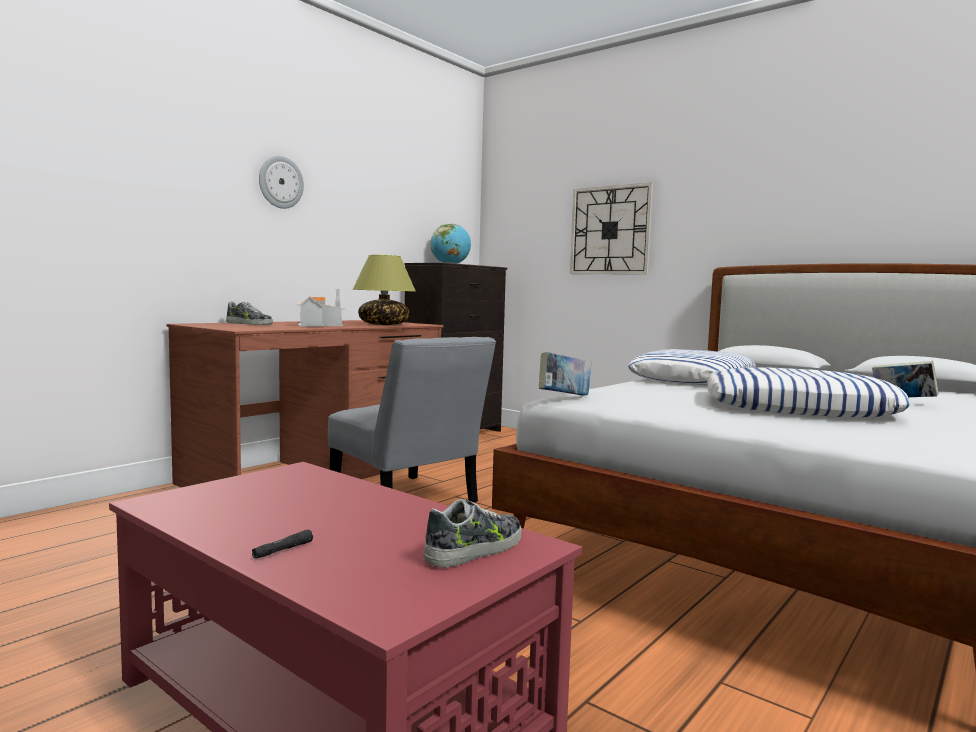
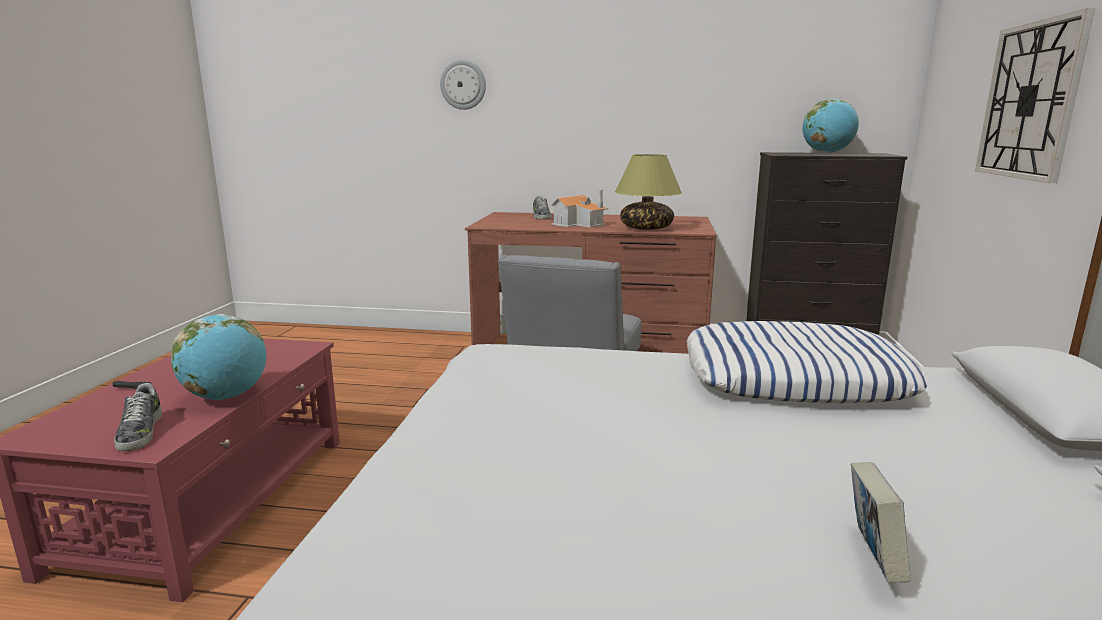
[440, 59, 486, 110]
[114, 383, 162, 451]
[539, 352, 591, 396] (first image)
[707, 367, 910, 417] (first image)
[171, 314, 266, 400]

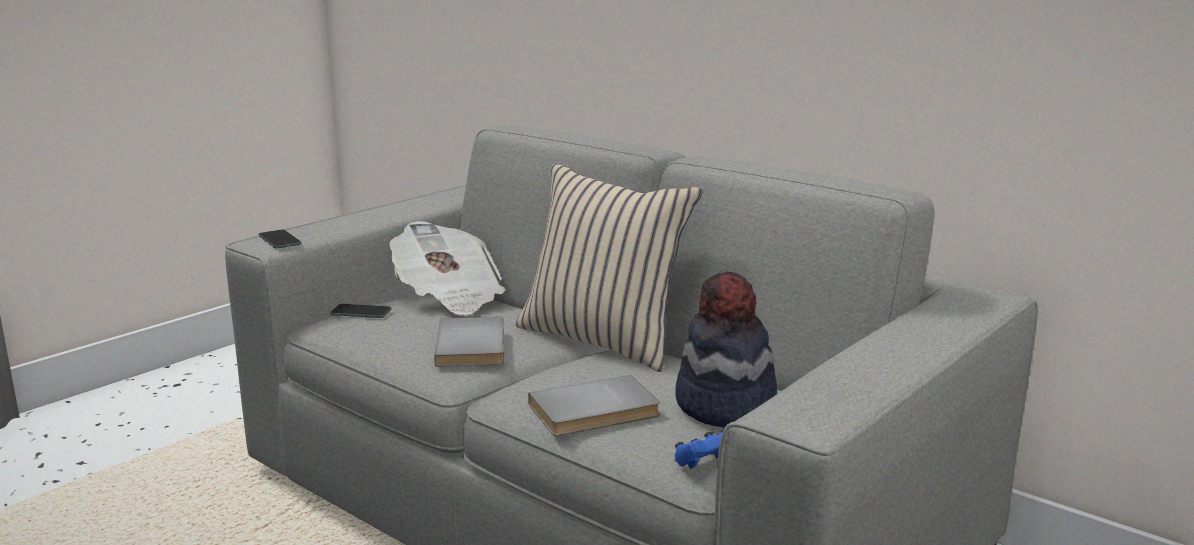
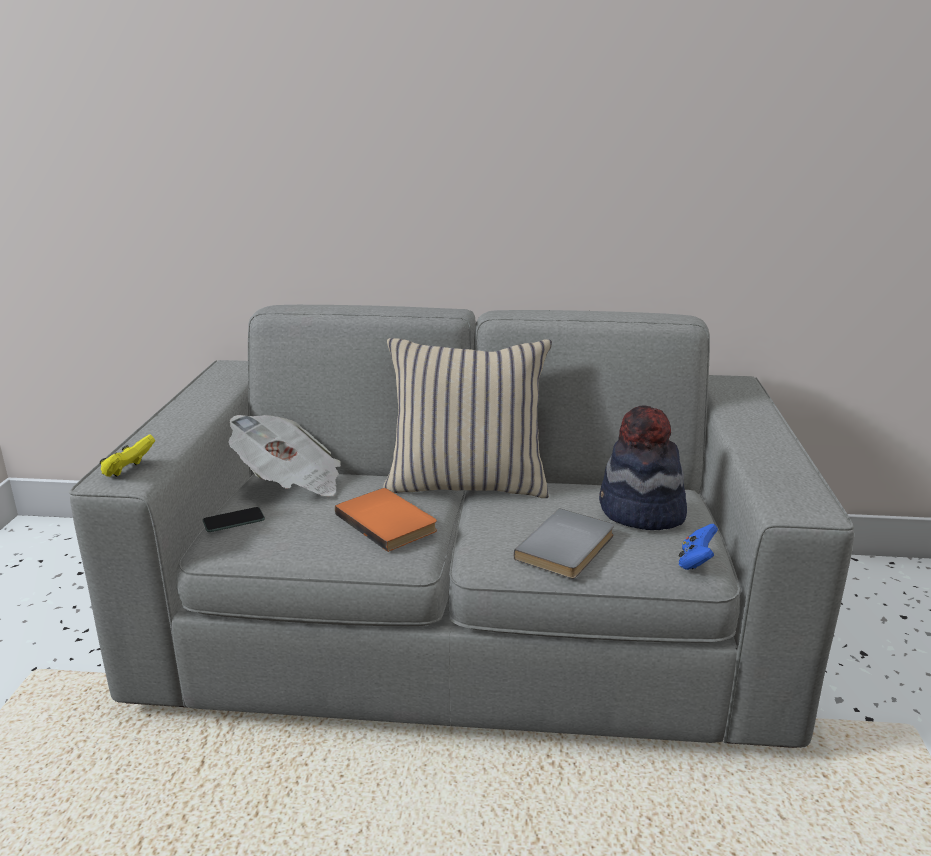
[100, 434, 155, 477]
[335, 488, 437, 552]

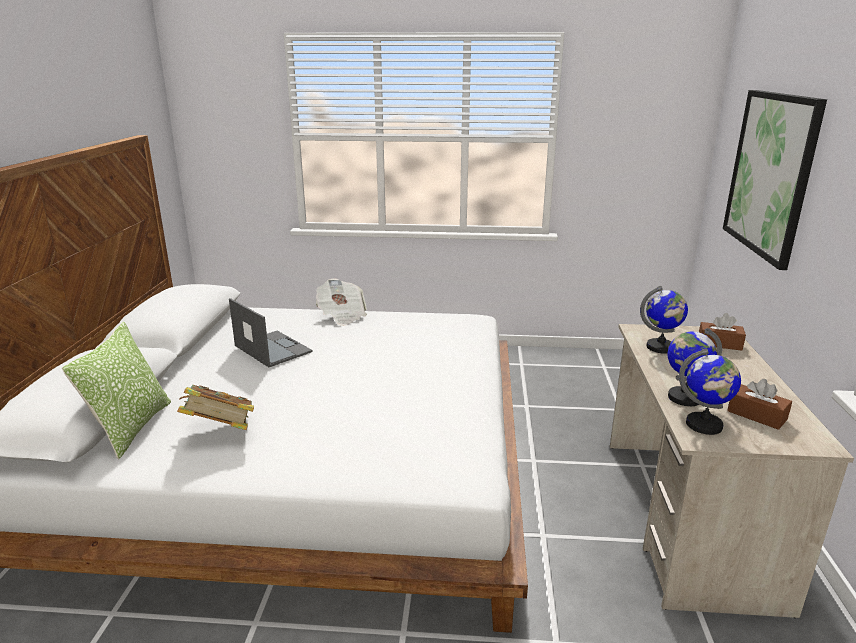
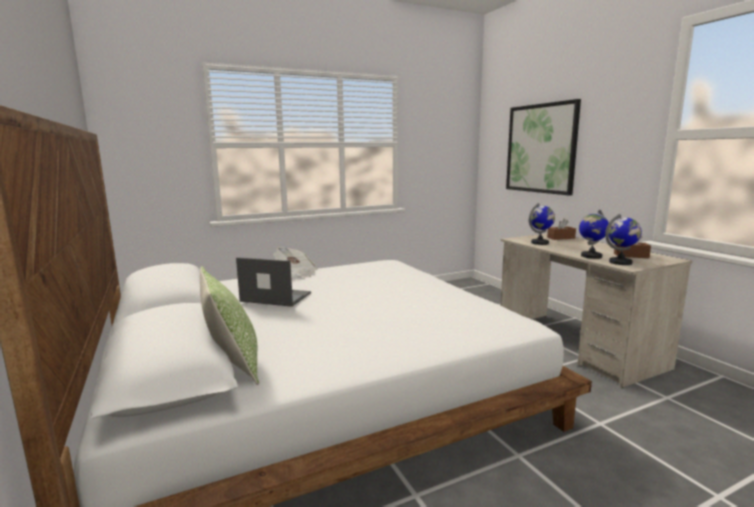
[177, 385, 254, 430] (first image)

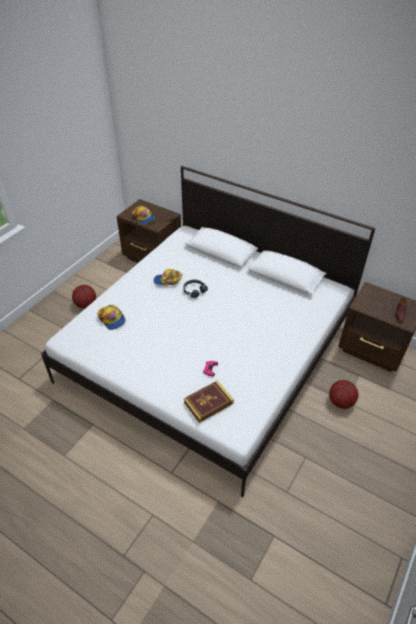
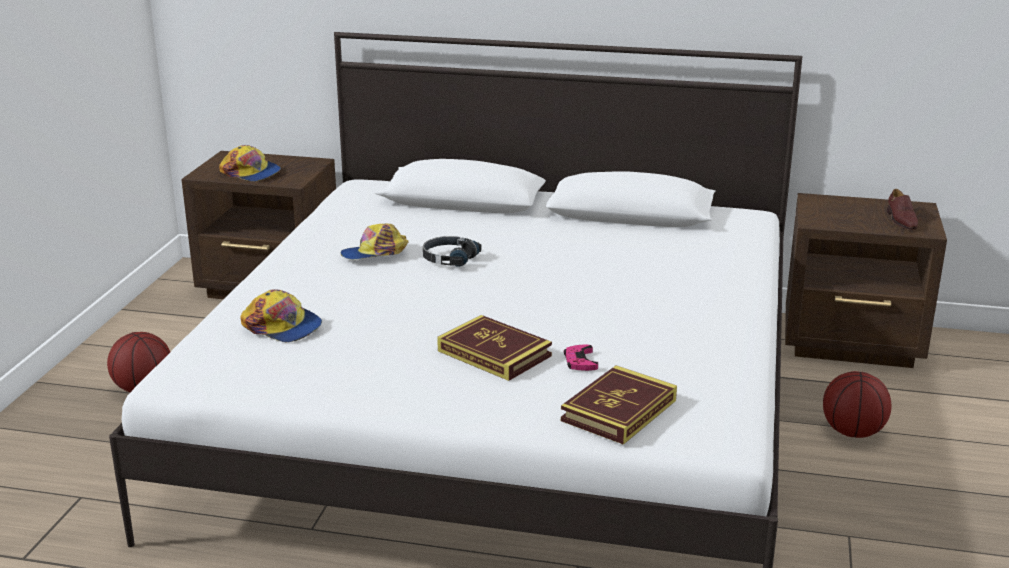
[437, 315, 552, 381]

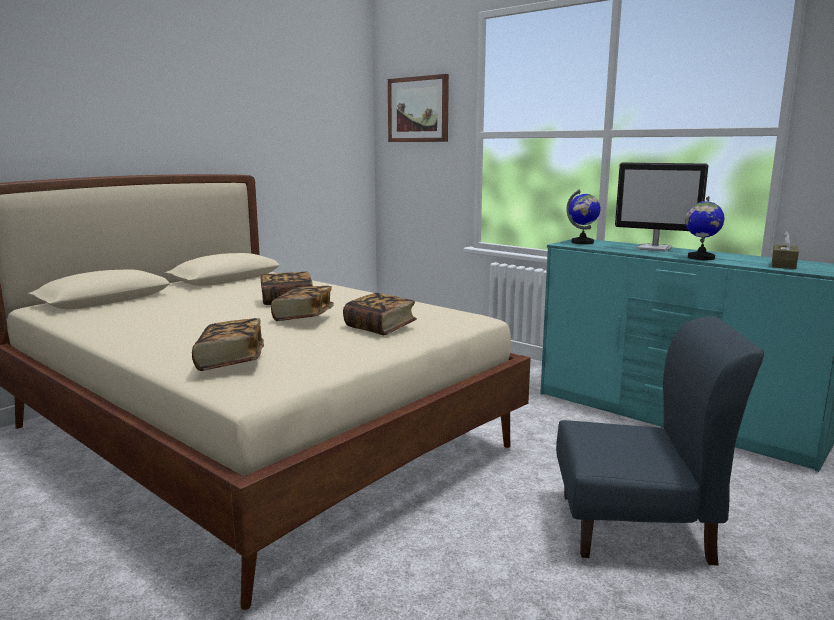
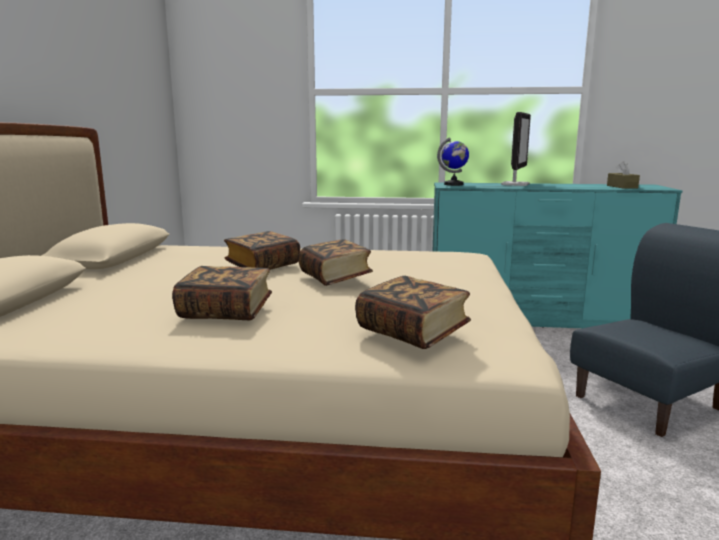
[172, 266, 272, 320]
[388, 74, 449, 142] (first image)
[501, 112, 531, 186]
[685, 196, 724, 260] (first image)

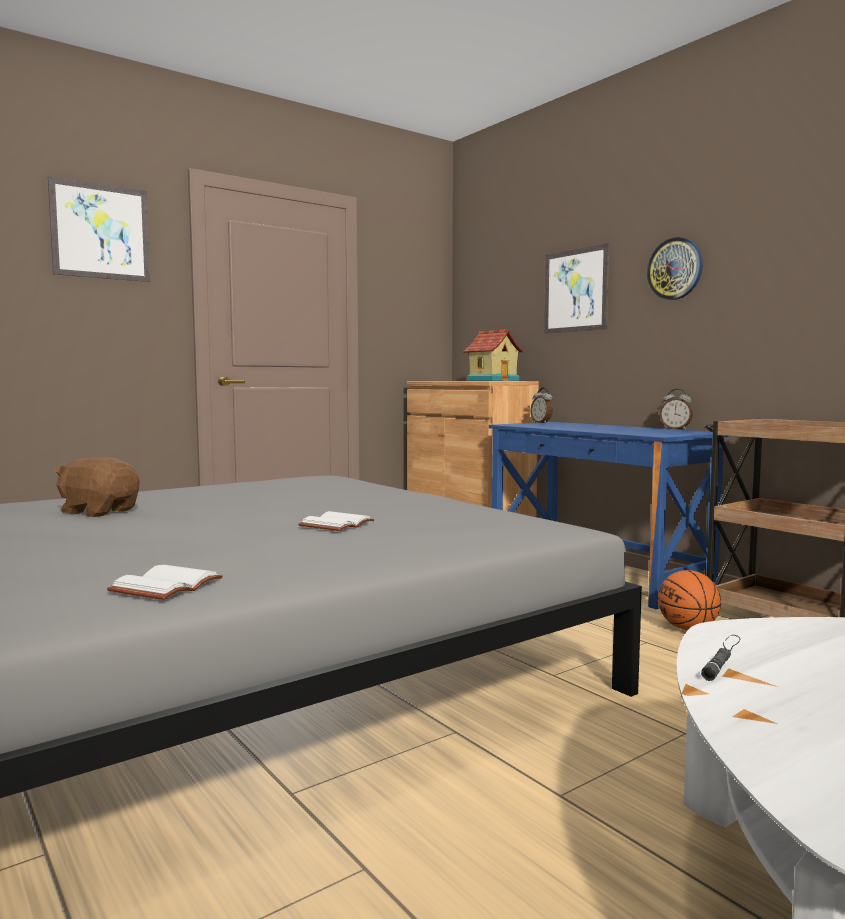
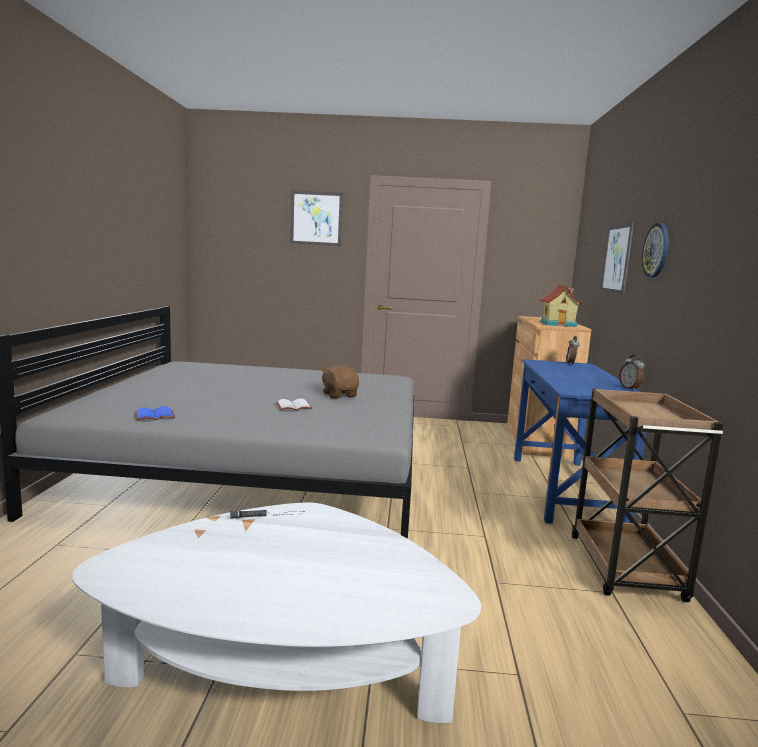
[321, 365, 359, 398]
[135, 406, 175, 420]
[658, 570, 721, 630] (first image)

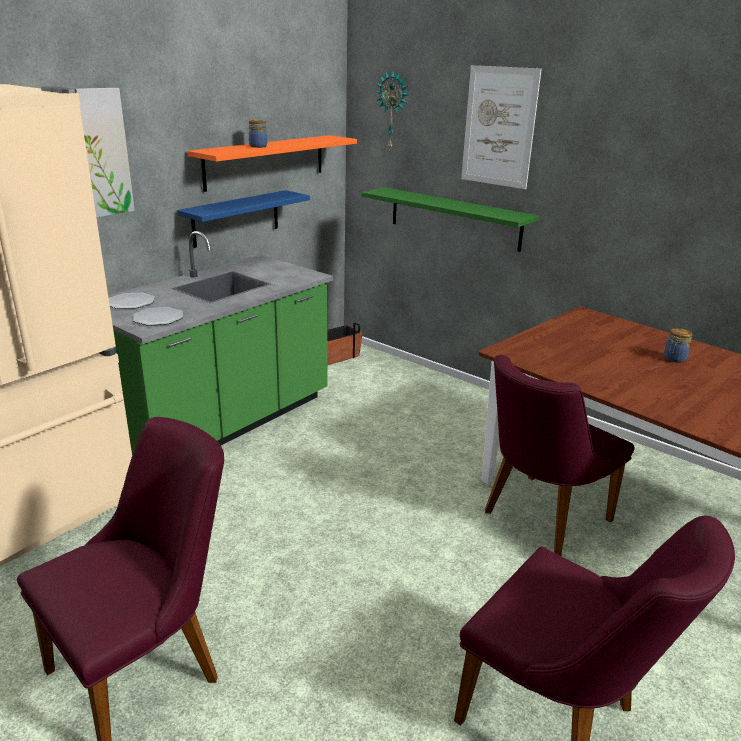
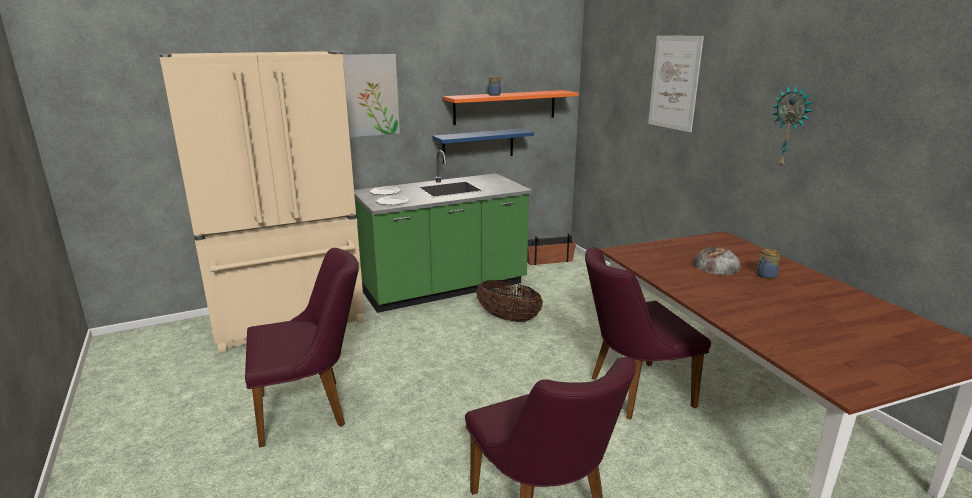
[361, 187, 539, 252] (first image)
[772, 84, 813, 168]
[476, 280, 543, 322]
[693, 246, 741, 275]

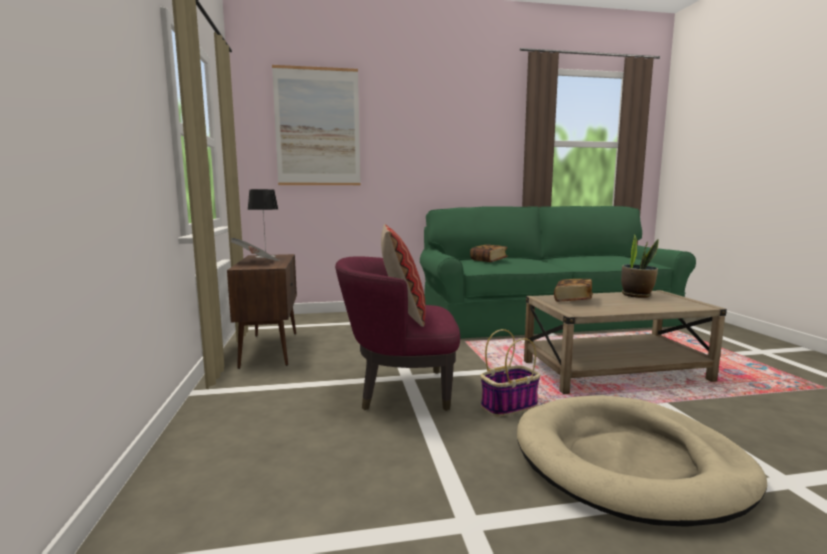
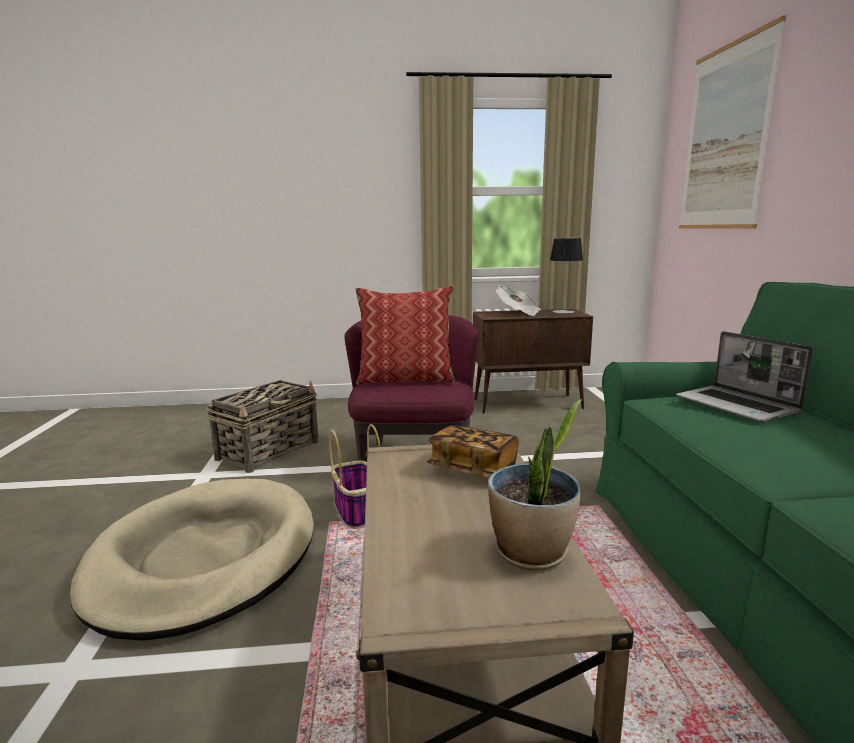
[676, 331, 814, 422]
[207, 380, 319, 473]

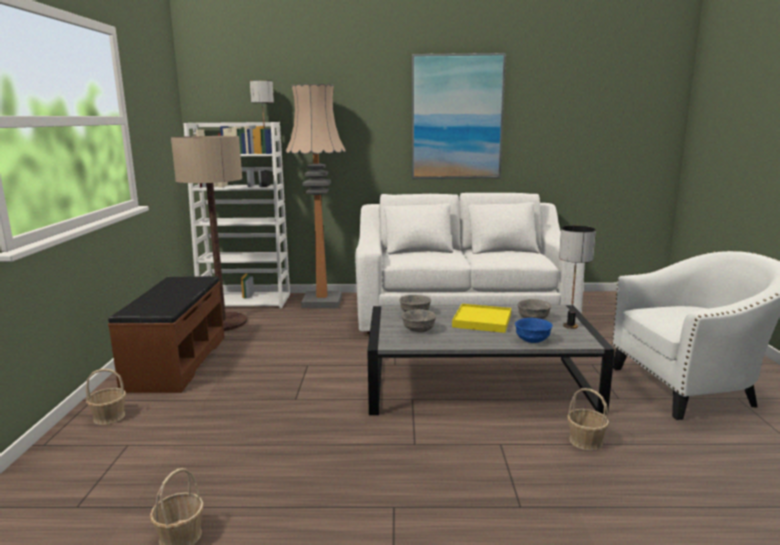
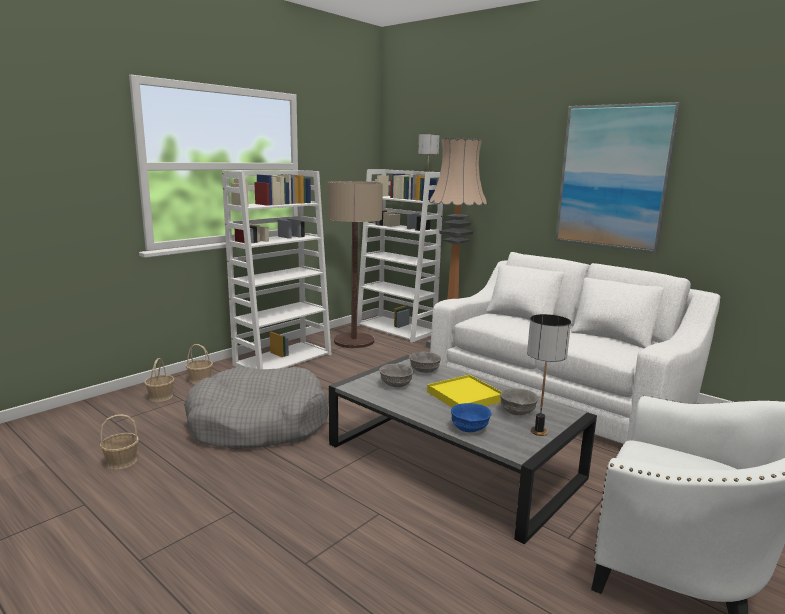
[222, 170, 331, 369]
[144, 358, 174, 402]
[184, 367, 328, 450]

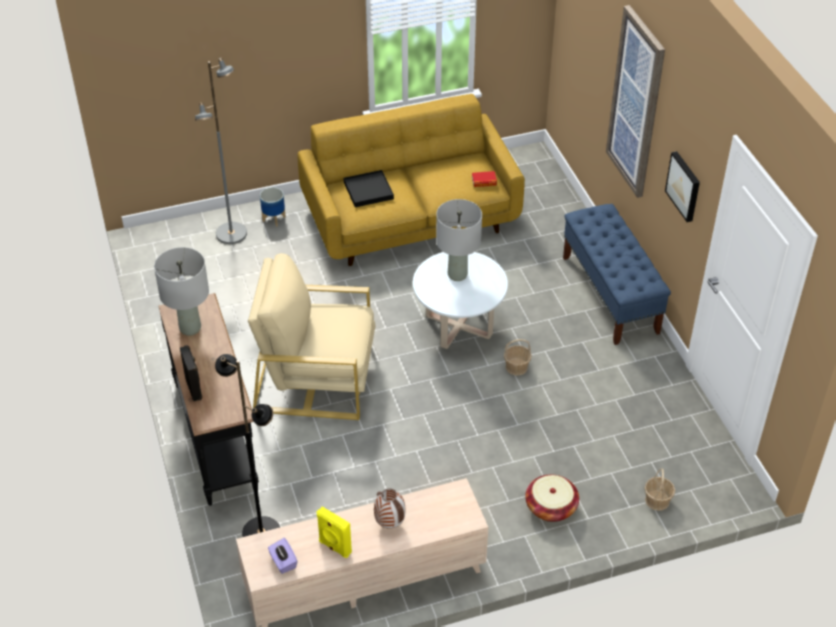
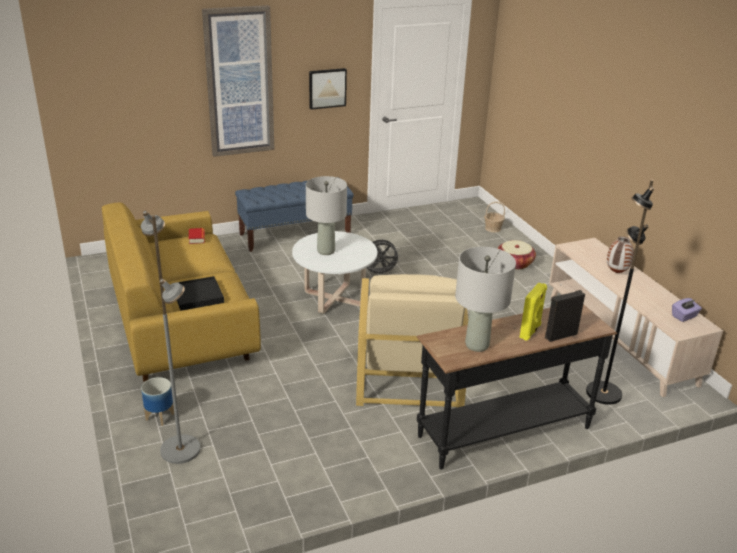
[519, 282, 547, 341]
[367, 240, 401, 274]

